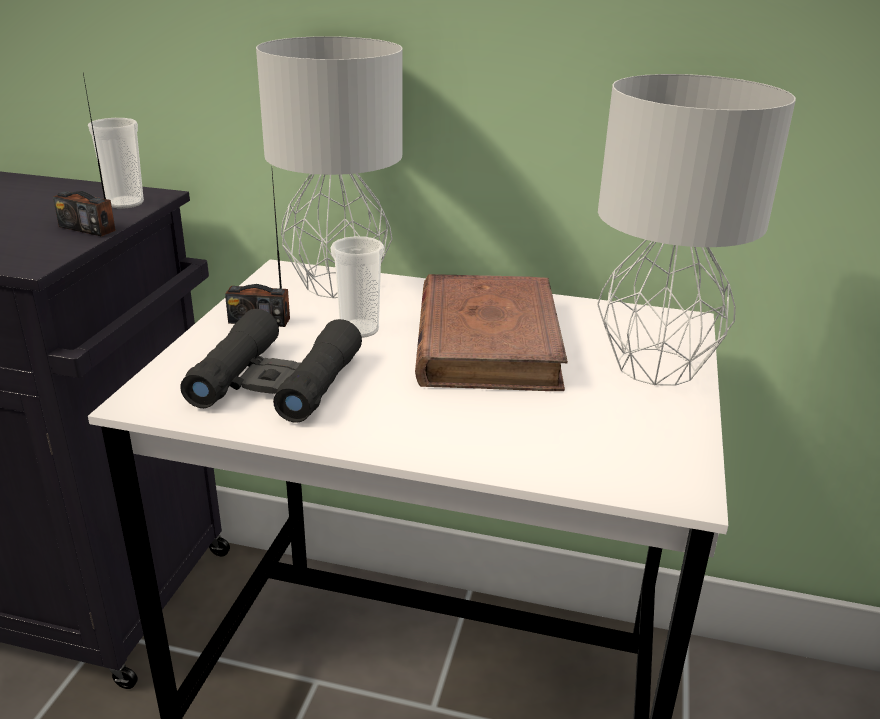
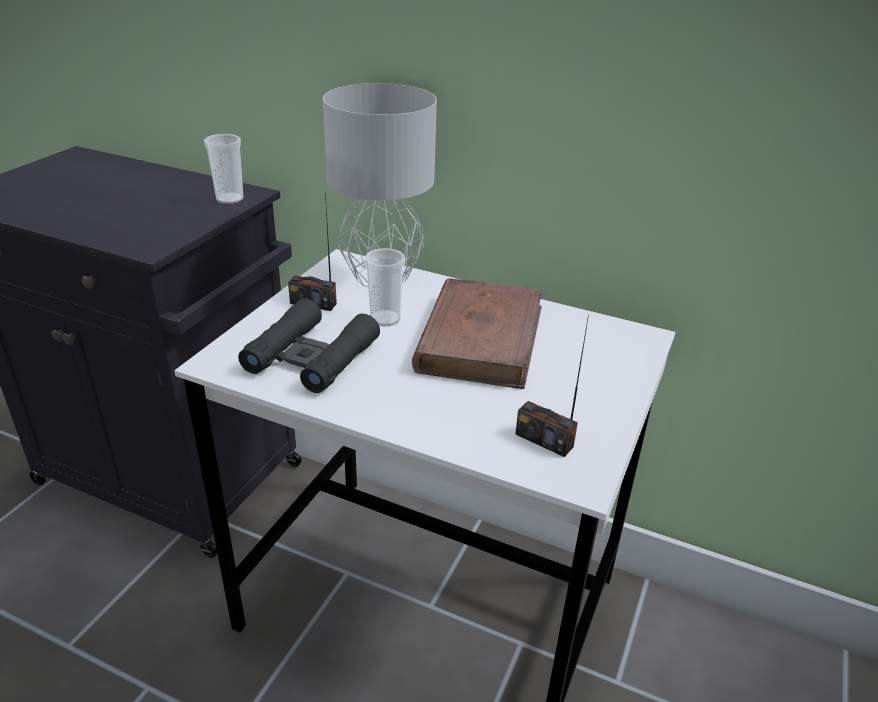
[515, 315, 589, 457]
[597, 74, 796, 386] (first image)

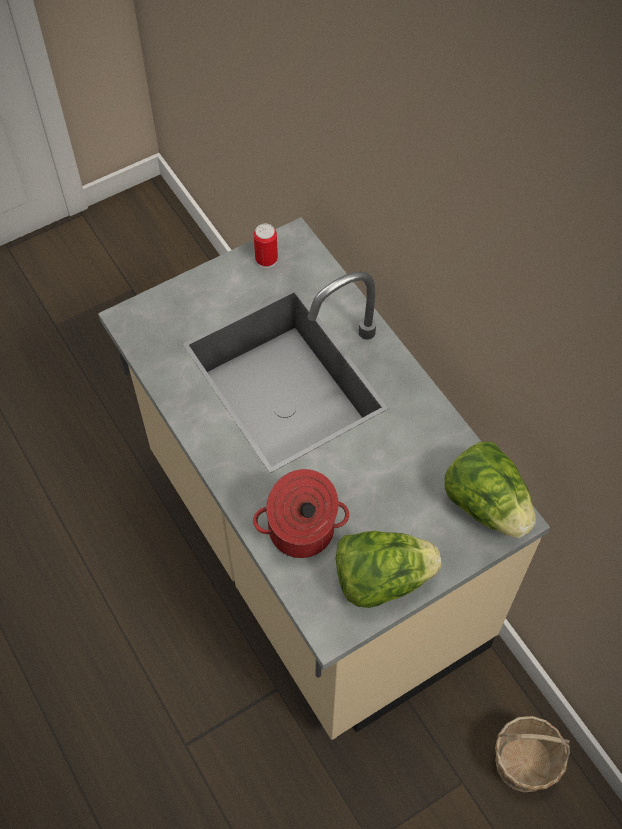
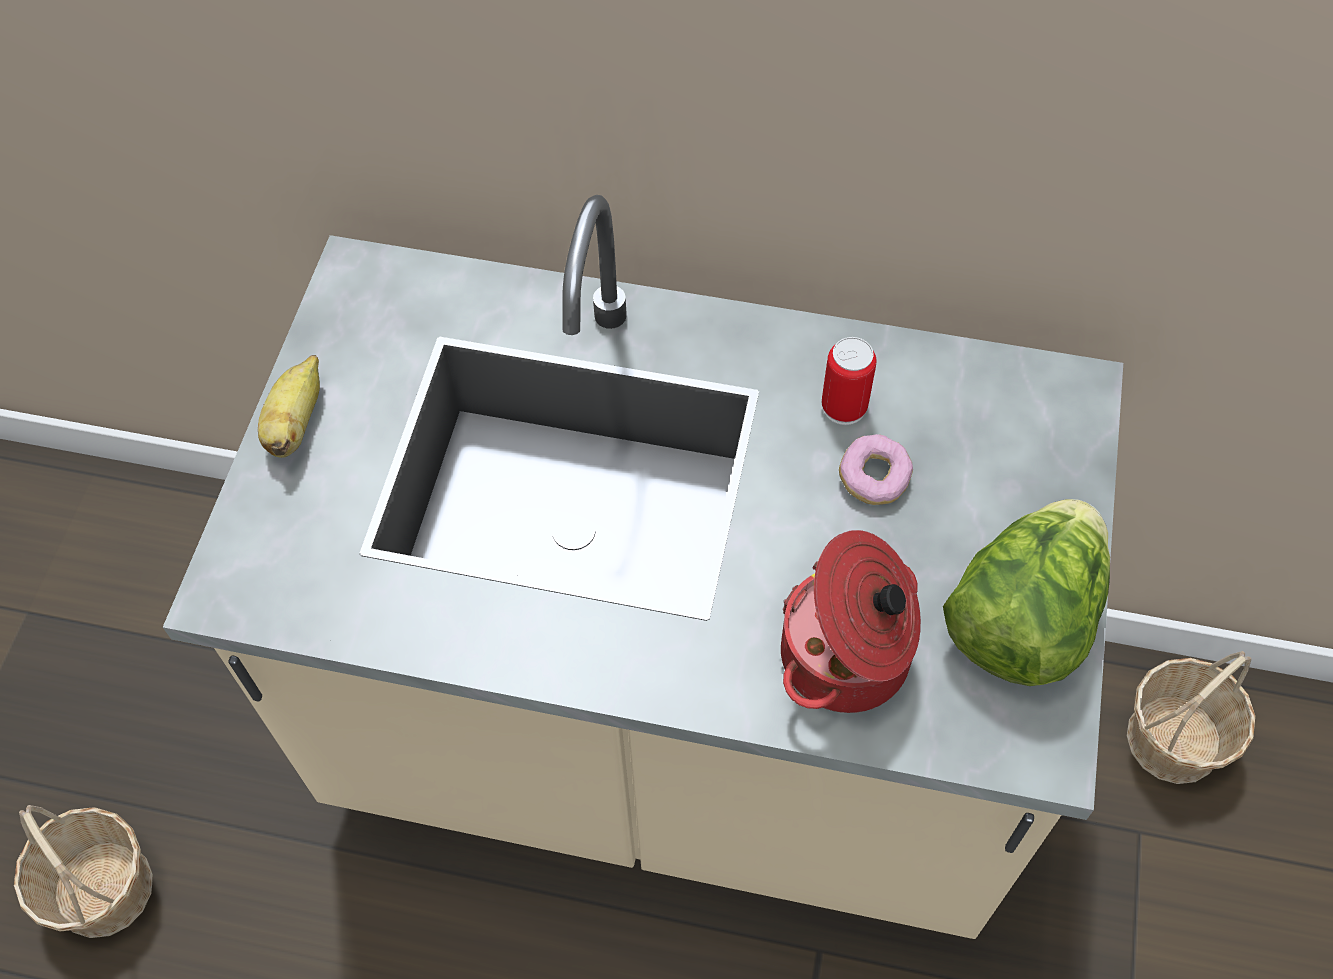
[822, 337, 877, 425]
[445, 441, 536, 538] (first image)
[14, 805, 153, 938]
[258, 355, 320, 458]
[839, 434, 913, 505]

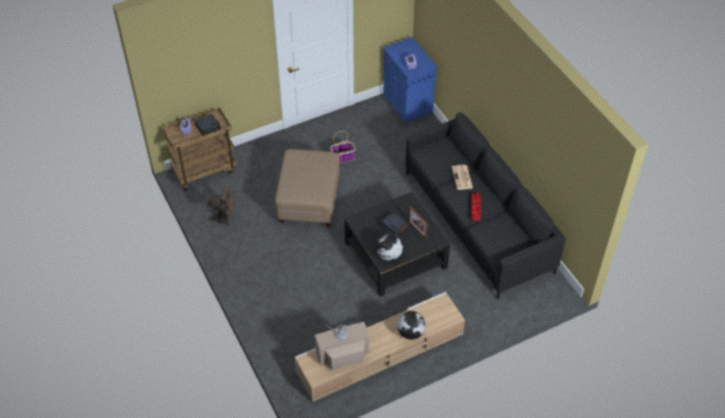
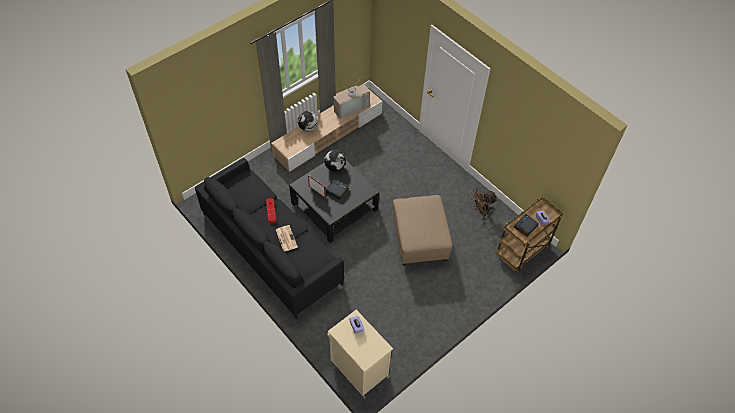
[330, 131, 356, 163] (first image)
[327, 310, 393, 398]

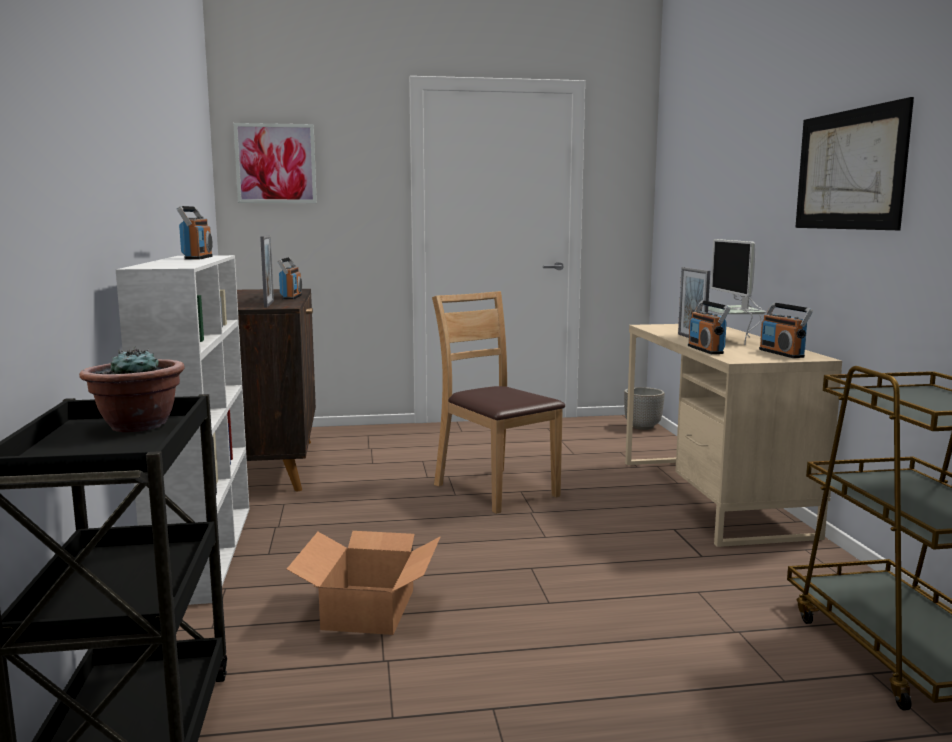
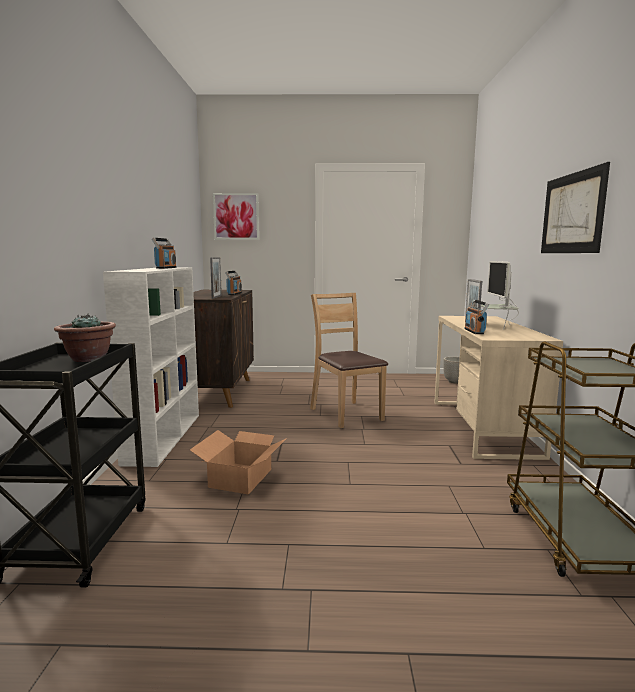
[759, 302, 813, 358] (first image)

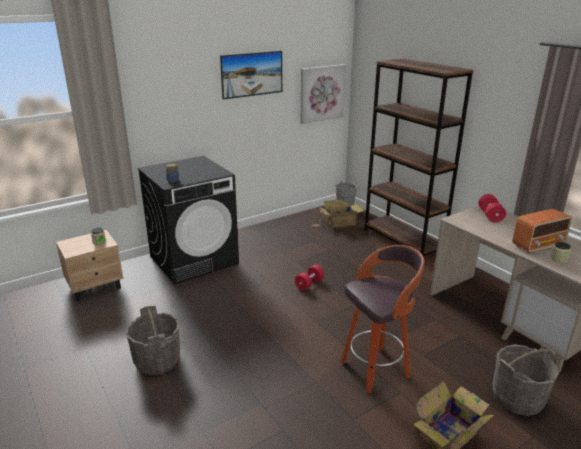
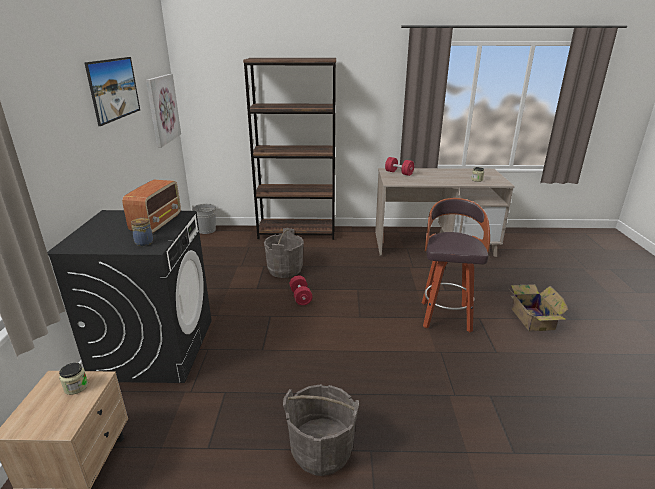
[312, 199, 364, 228] (first image)
[264, 228, 304, 278]
[122, 180, 181, 234]

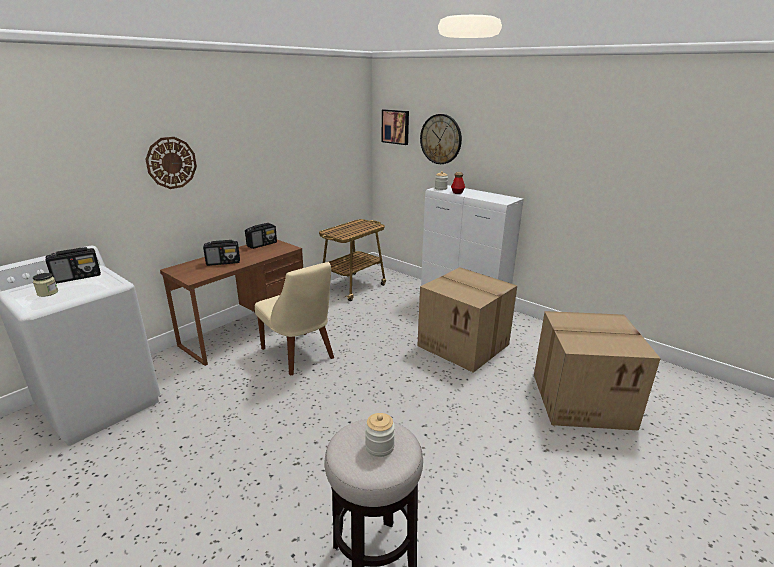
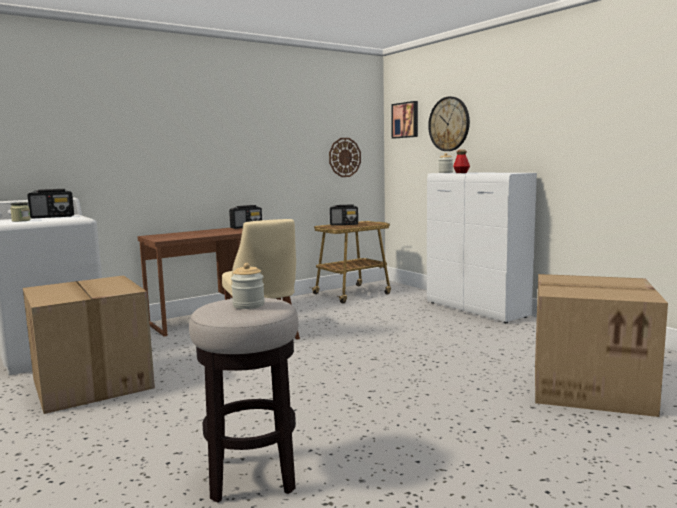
[329, 138, 361, 177]
[330, 205, 358, 225]
[23, 275, 155, 414]

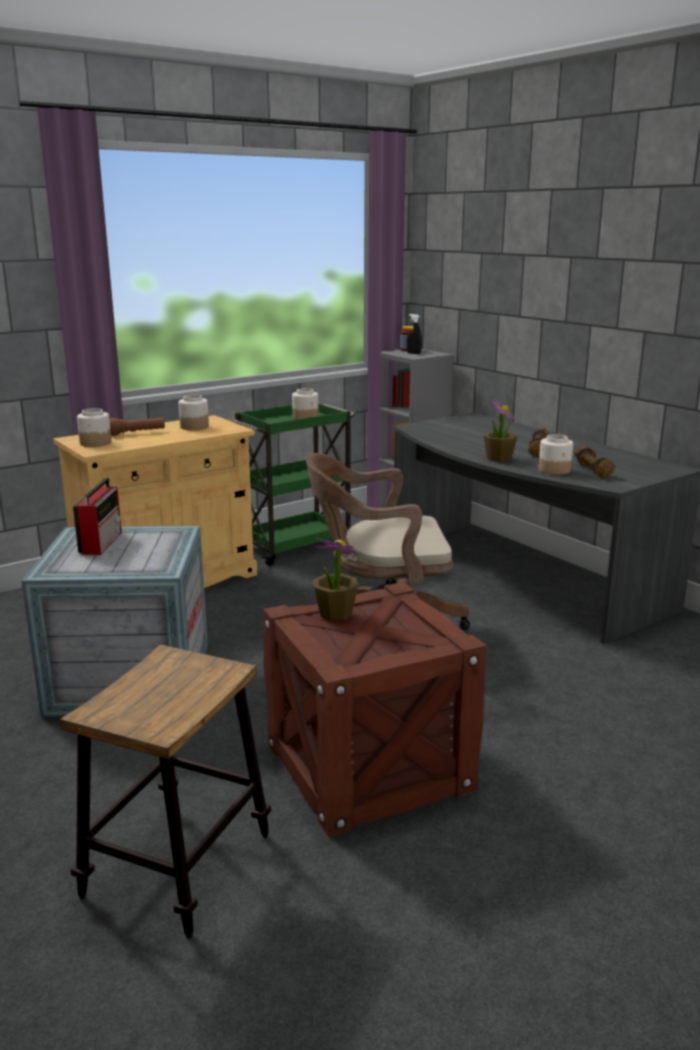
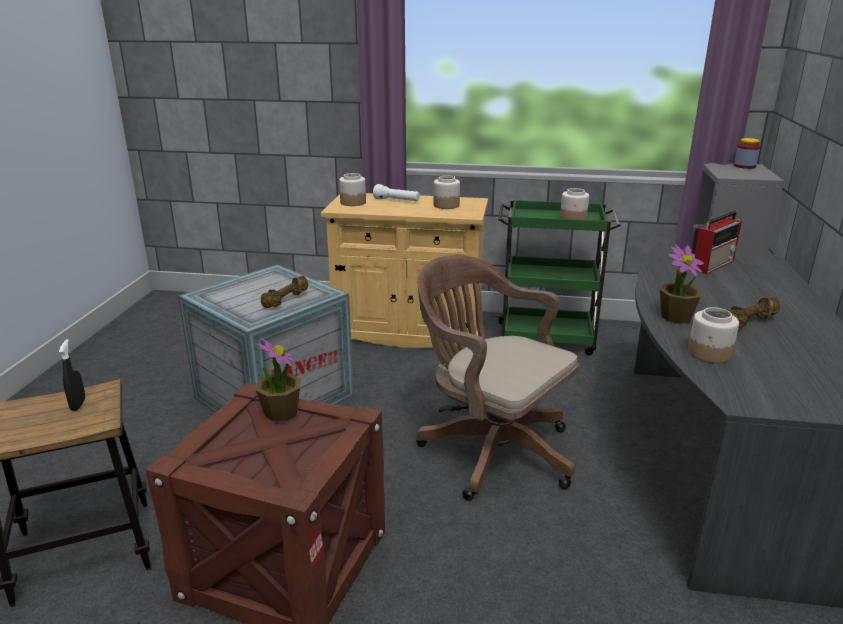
[691, 211, 742, 274]
[373, 184, 420, 201]
[59, 339, 85, 411]
[261, 275, 308, 308]

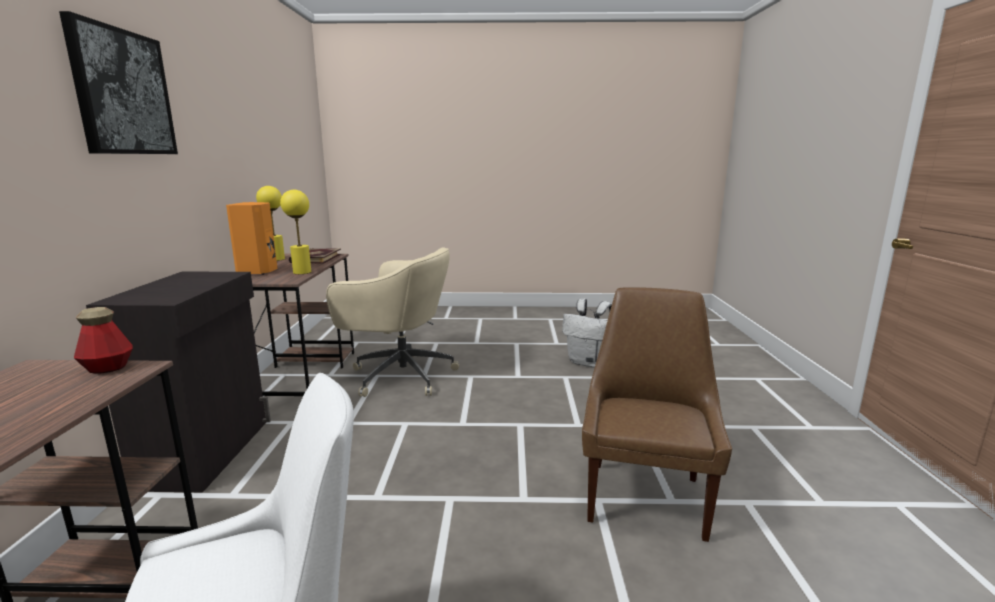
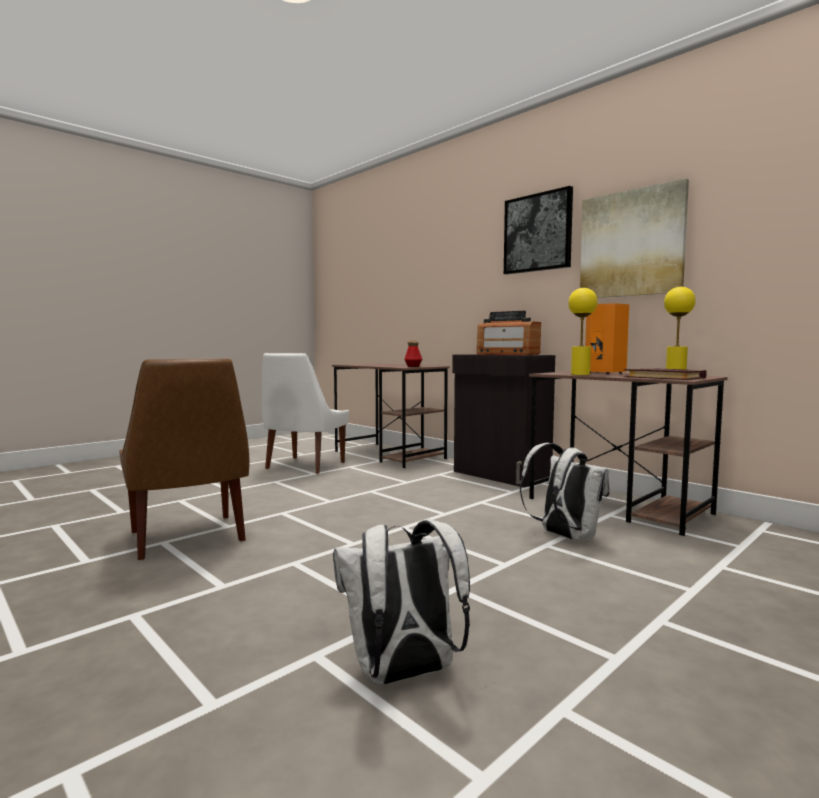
[520, 443, 610, 540]
[476, 311, 541, 355]
[580, 178, 689, 298]

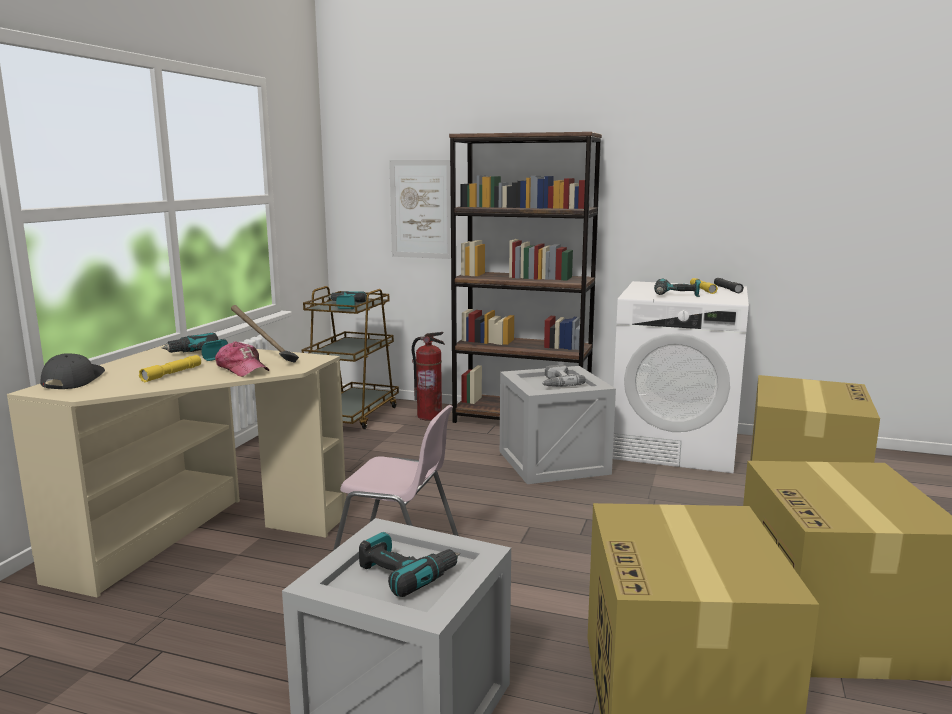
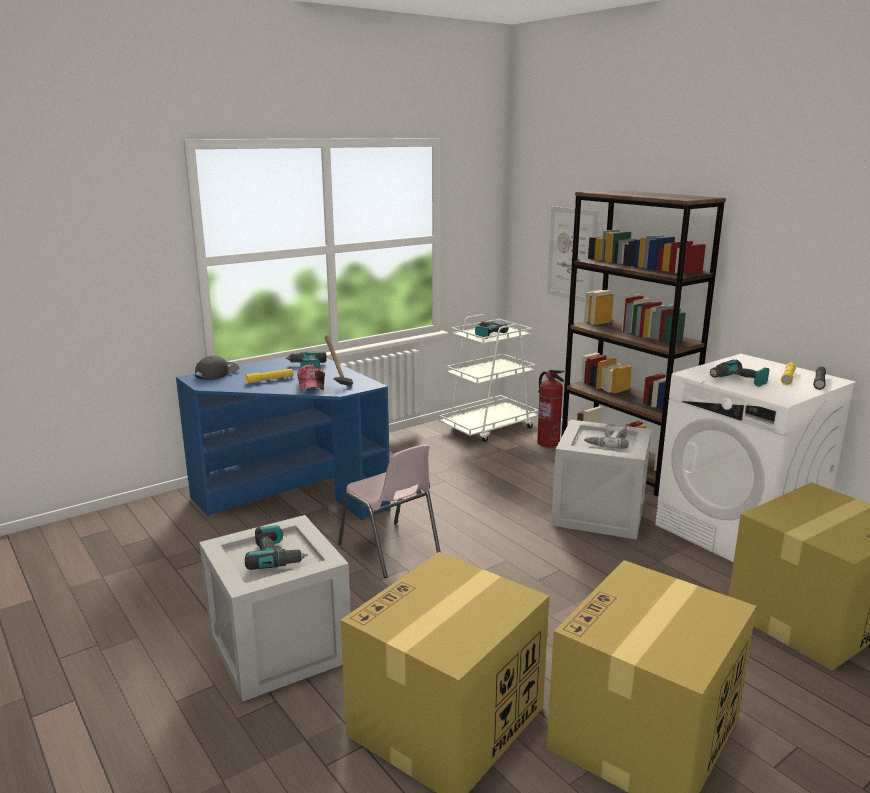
[176, 356, 391, 520]
[439, 314, 539, 442]

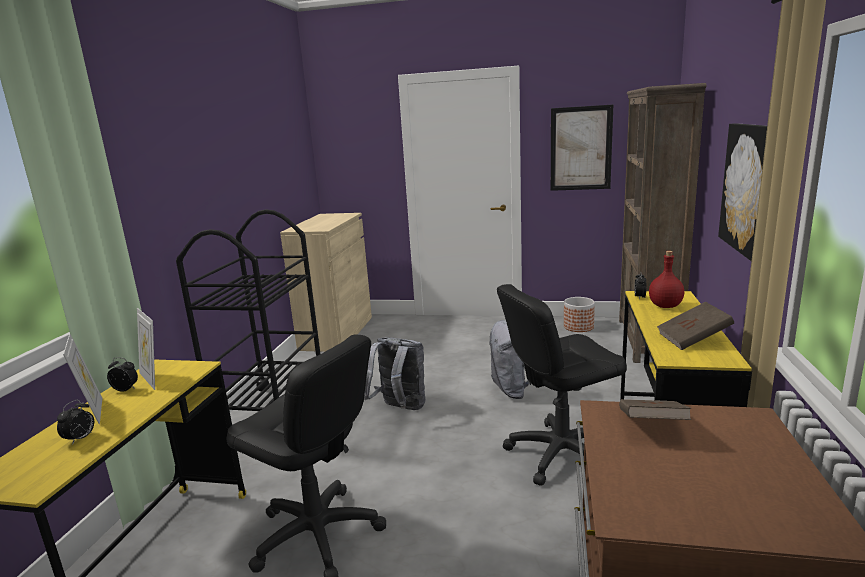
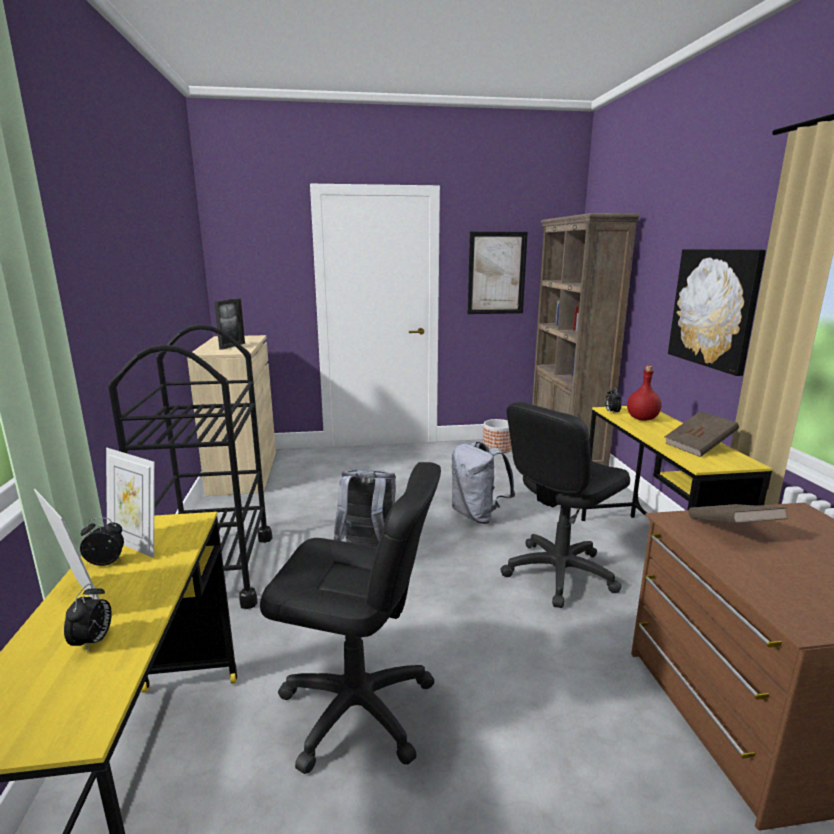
[214, 298, 245, 350]

